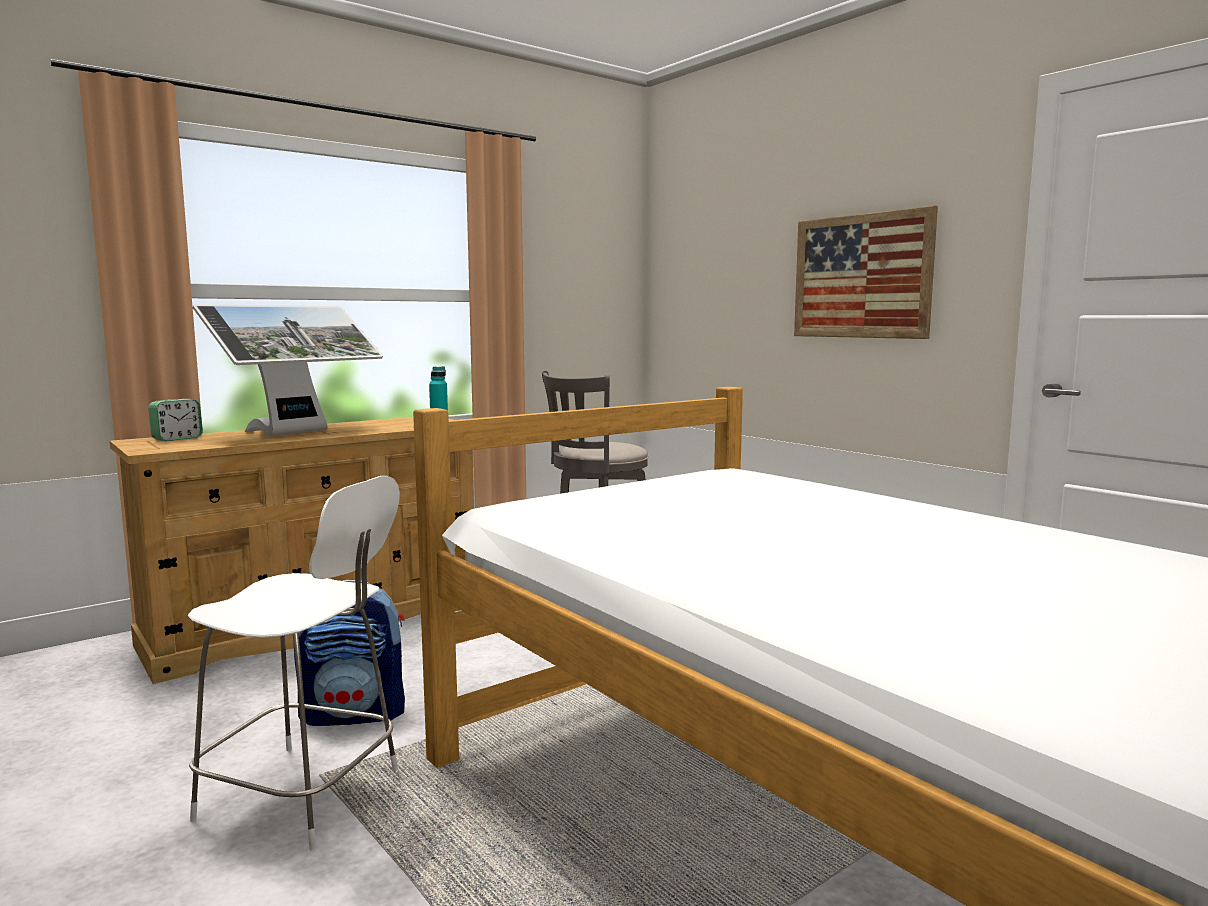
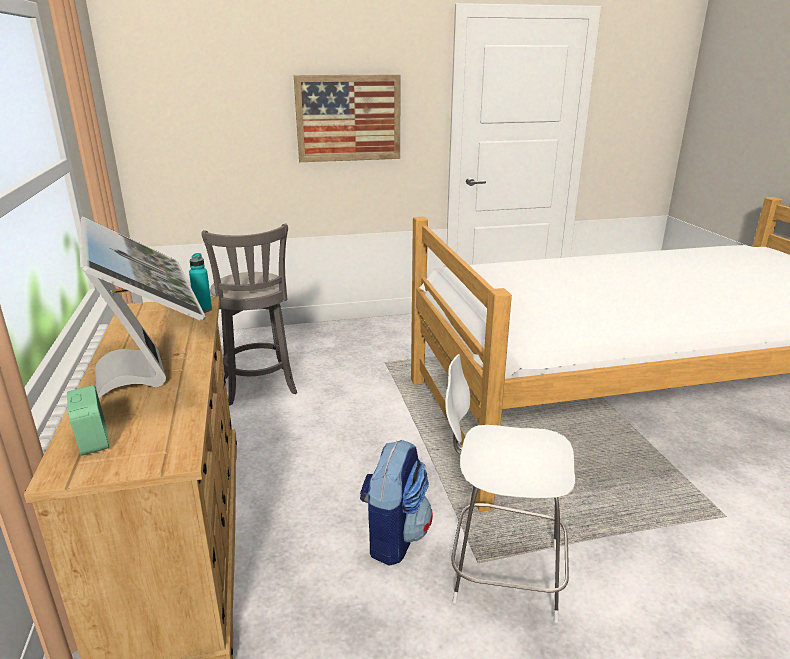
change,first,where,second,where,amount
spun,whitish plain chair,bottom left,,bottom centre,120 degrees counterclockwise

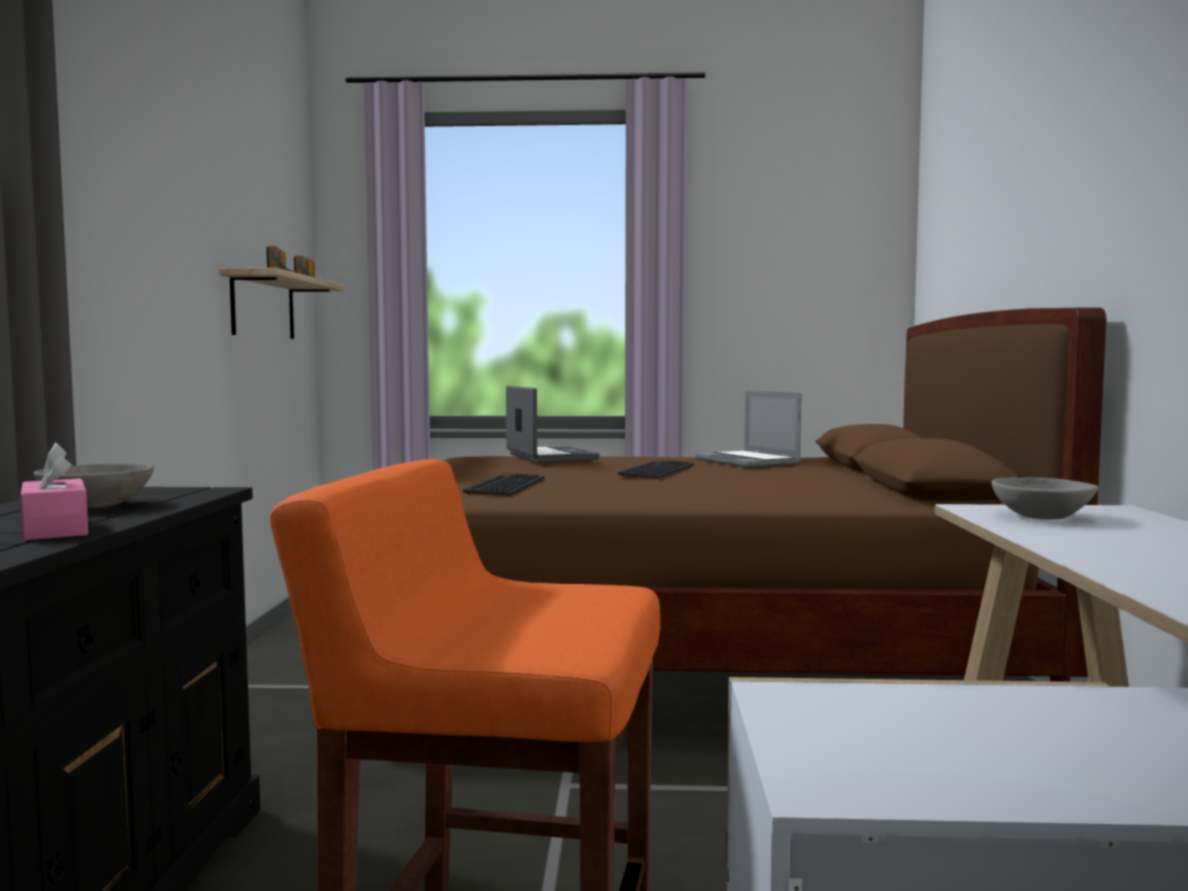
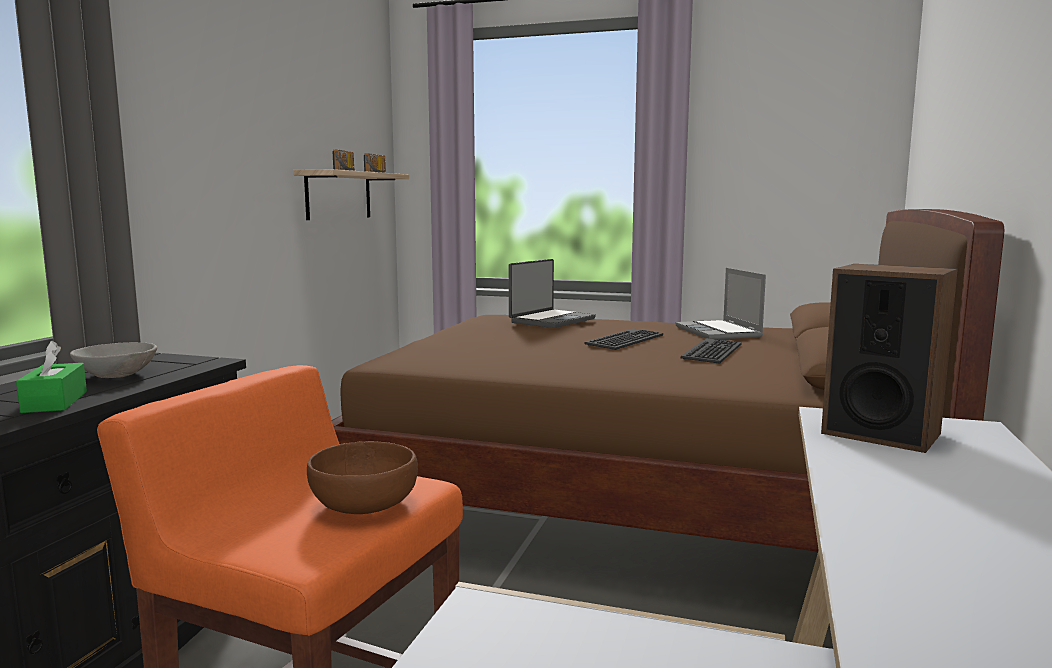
change,first,where,second,where,amount
colour,pink-coloured box of tissues,middle left,green box of tissues,middle left,
appeared,,,brown-coloured bowl,bottom centre,
spun,portable computer (no. 1 from left),centre,,centre,45 degrees clockwise
relocated,PC keyboard (no. 1 from left in the first image),centre,PC keyboard (no. 2 from left),middle right,
exchanged,greyish bowl (no. 2 from left),middle right,loudspeaker,middle right,

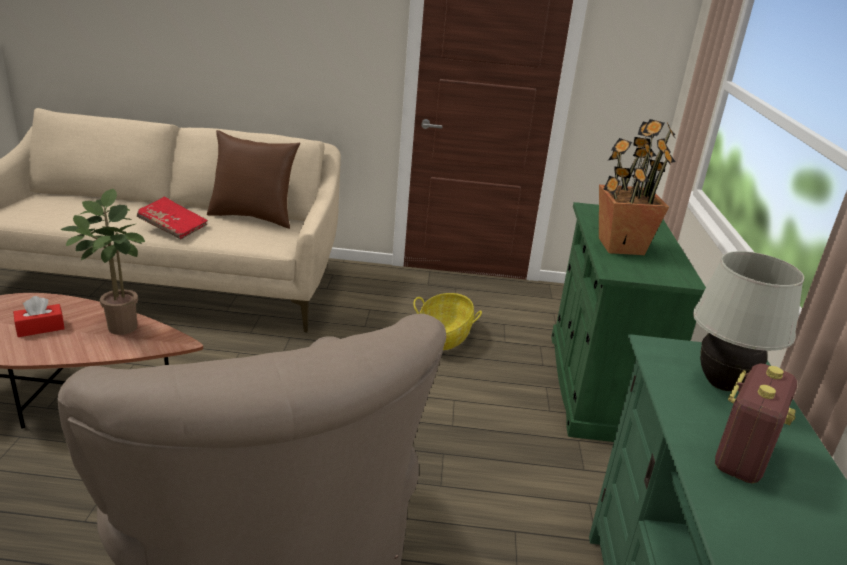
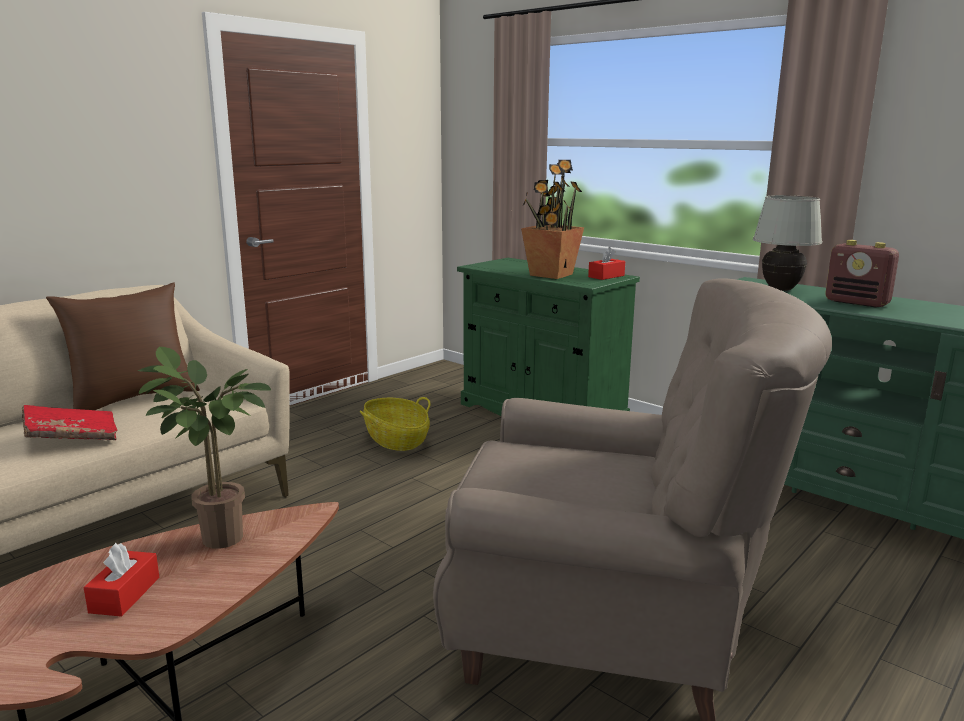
change,first,where,second,where,amount
appeared,,,reddish box of tissues (no. 2 from left),centre,
spun,radio,bottom right,,middle right,150 degrees clockwise

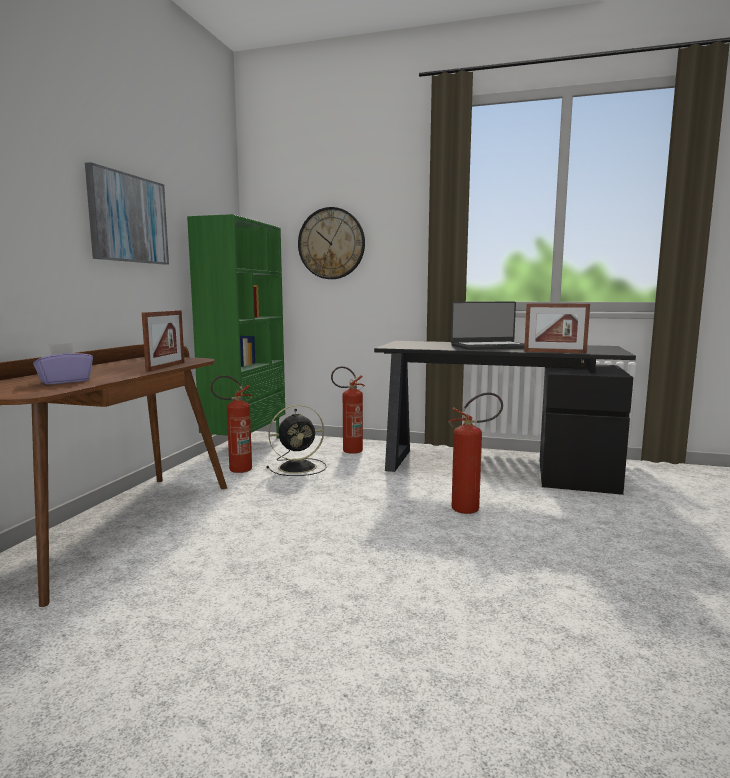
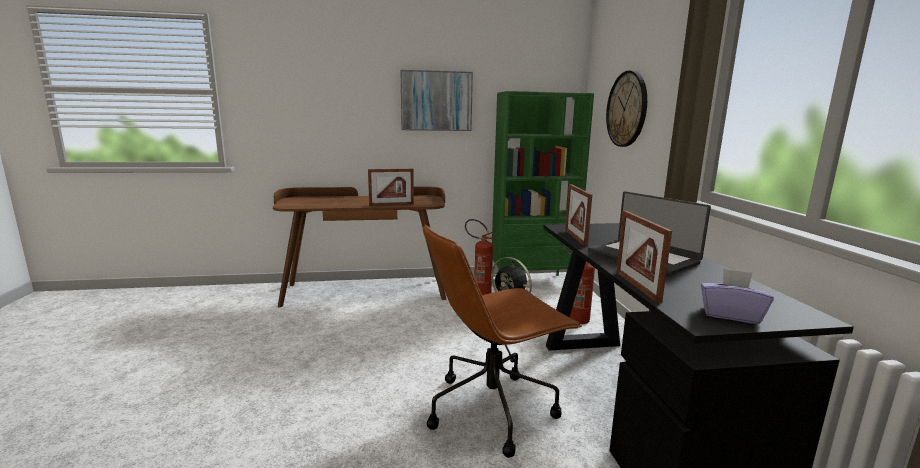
change,first,where,second,where,amount
exchanged,fire-fighting cylinder (no. 3 from left),centre,brown-coloured computer chair,bottom centre,
appeared,,,standing frame (no. 2 from left),centre,
relocated,purple box of tissues,middle left,,middle right,

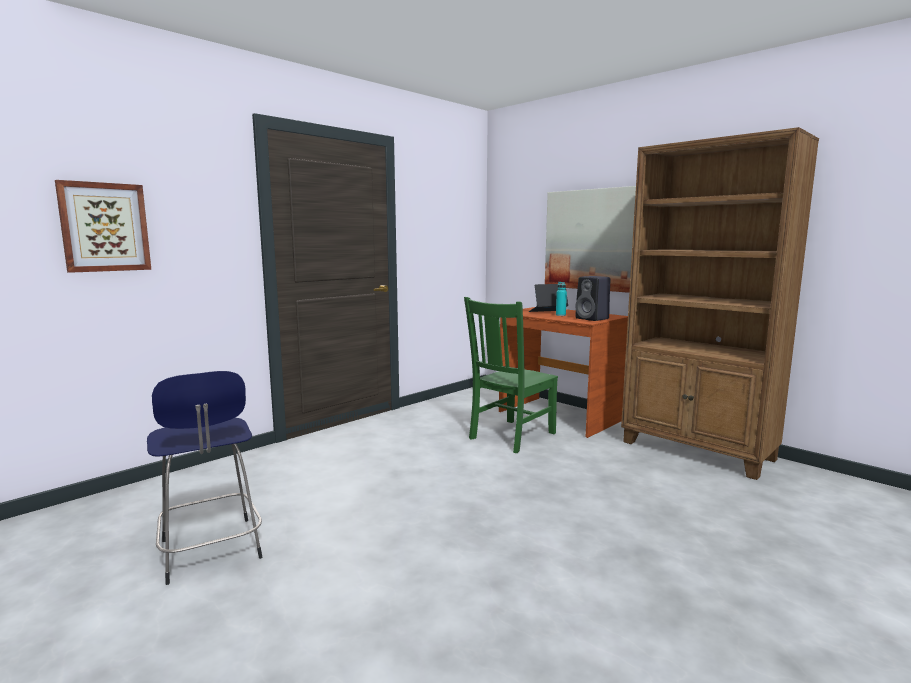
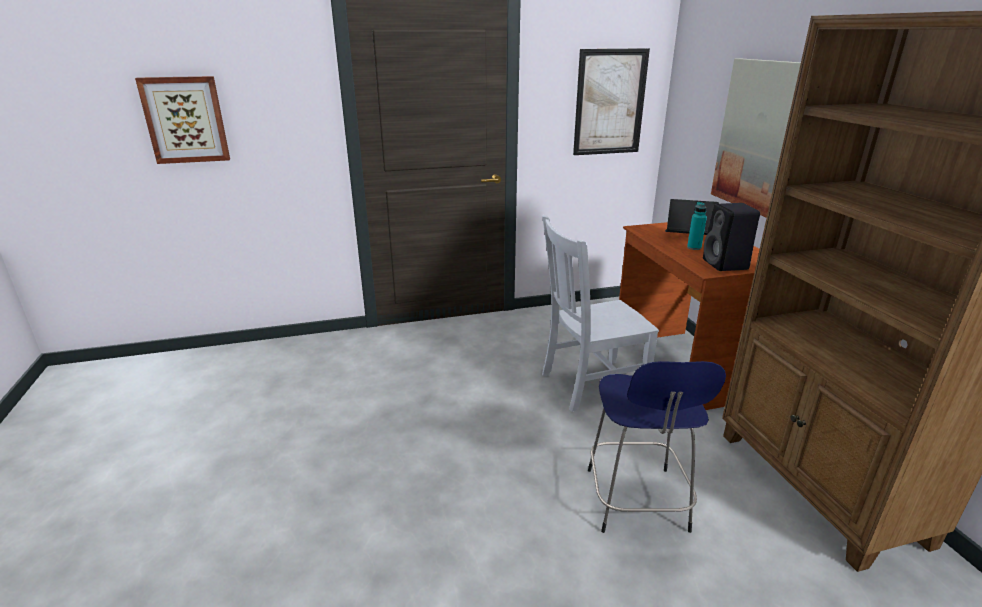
change,first,where,second,where,amount
colour,green plain chair,centre,whitish plain chair,centre,
appeared,,,picture (no. 2 from left),top centre,
relocated,bluish sitting stool,bottom left,,bottom right,

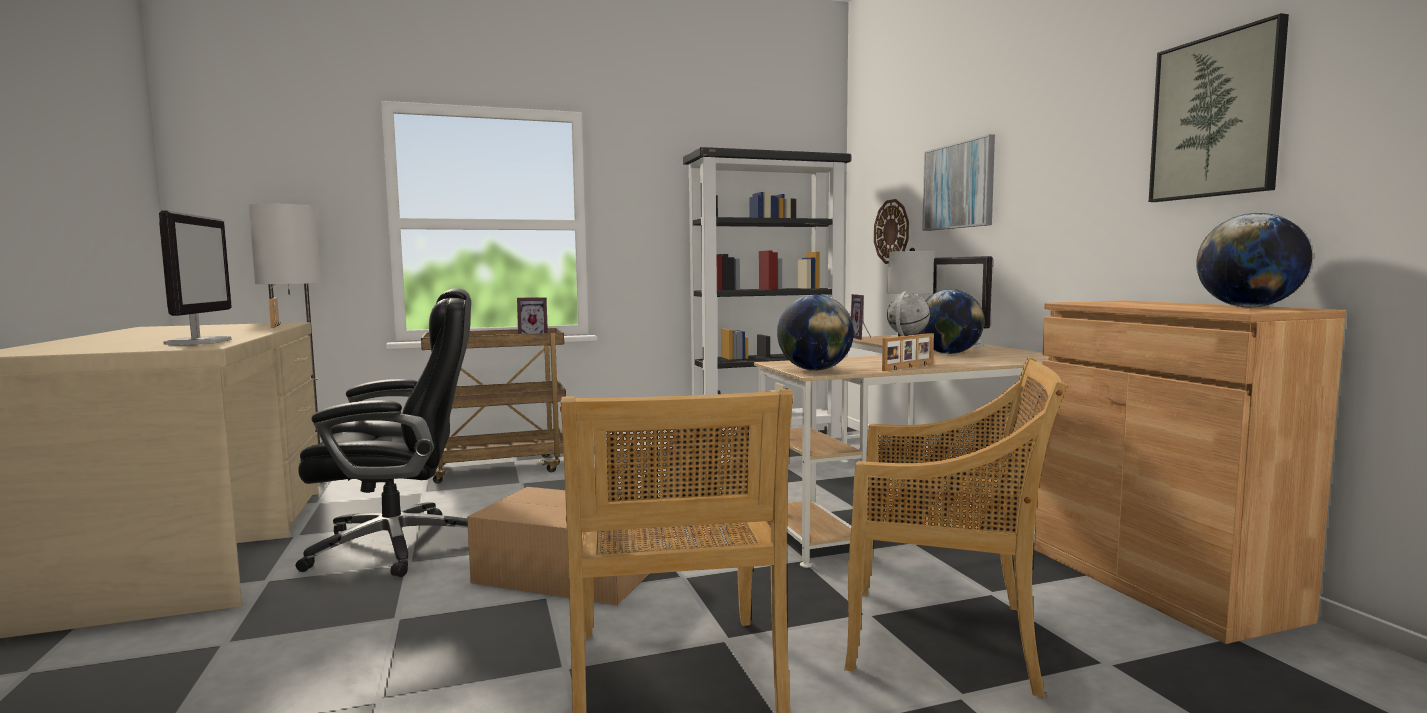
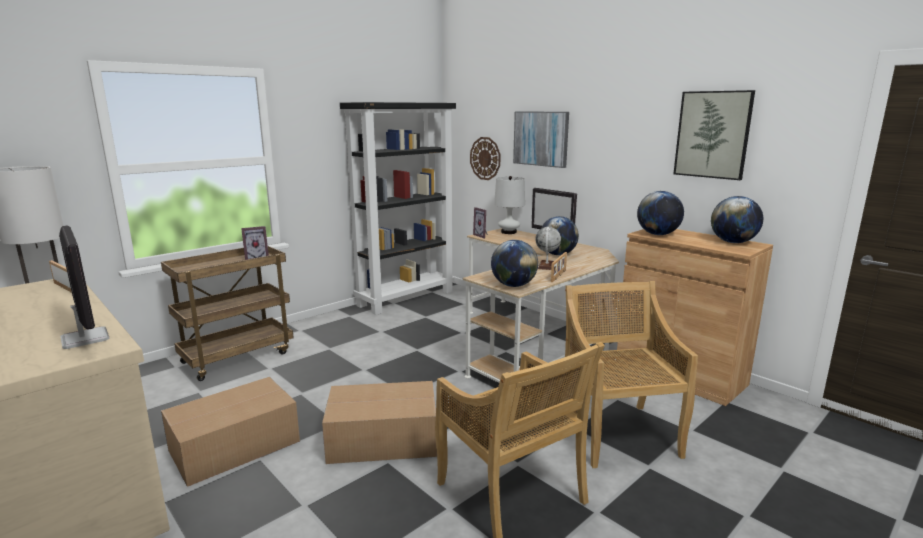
change,first,where,second,where,amount
exchanged,blackish computer chair,middle left,carton (no. 1 from left),bottom left,
spun,beige plain chair (no. 2 from left),bottom right,,bottom right,90 degrees counterclockwise
appeared,,,globe (no. 4 from left),middle right,

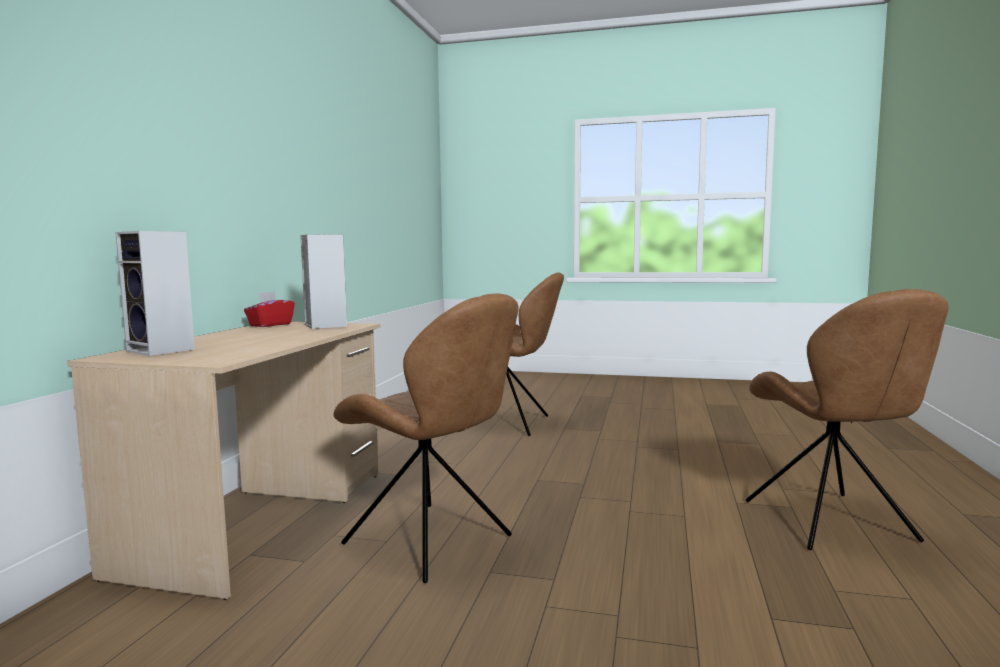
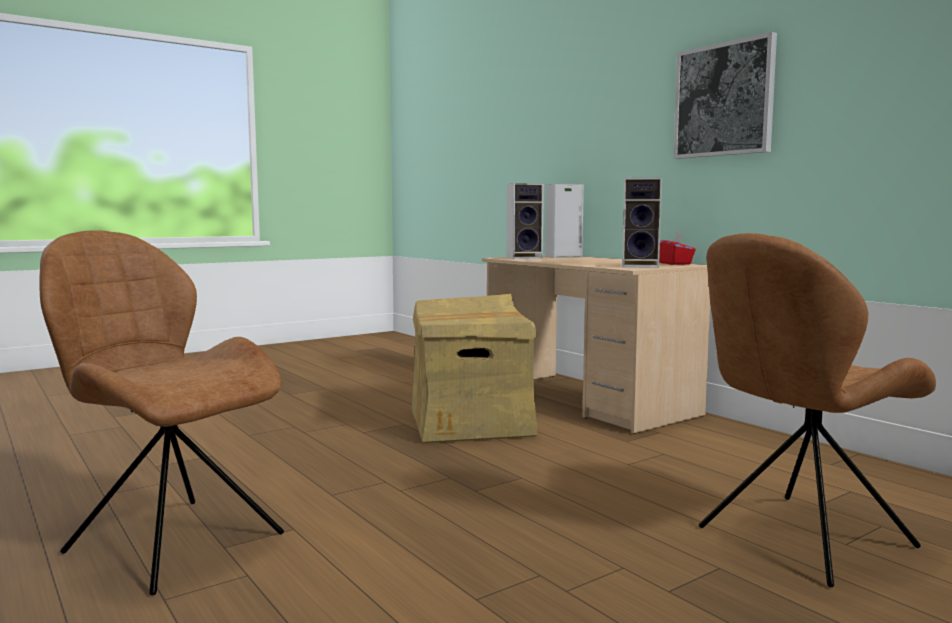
change,first,where,second,where,amount
exchanged,brown-coloured plain chair (no. 1 from left),centre,carton,centre,
appeared,,,loudspeaker (no. 1 from left),centre,
appeared,,,picture,top right,

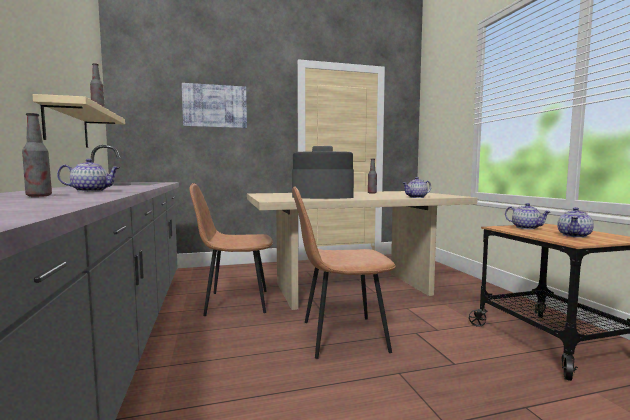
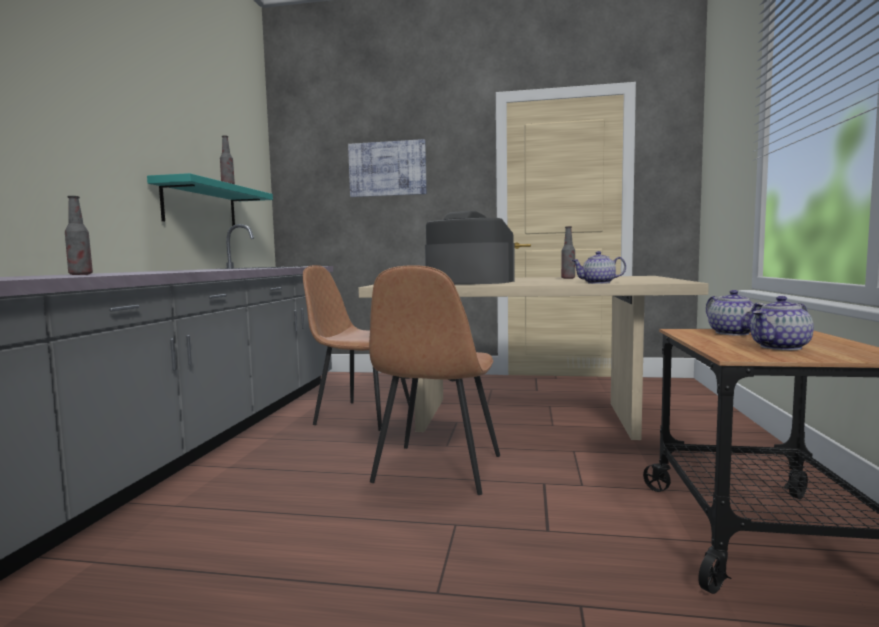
change,first,where,second,where,amount
colour,beige wall shelf,top left,turquoise-coloured wall shelf,top left,
spun,brown-coloured plain chair (no. 2 from left),centre,,centre,90 degrees counterclockwise
missing,teapot (no. 1 from left),middle left,,,

